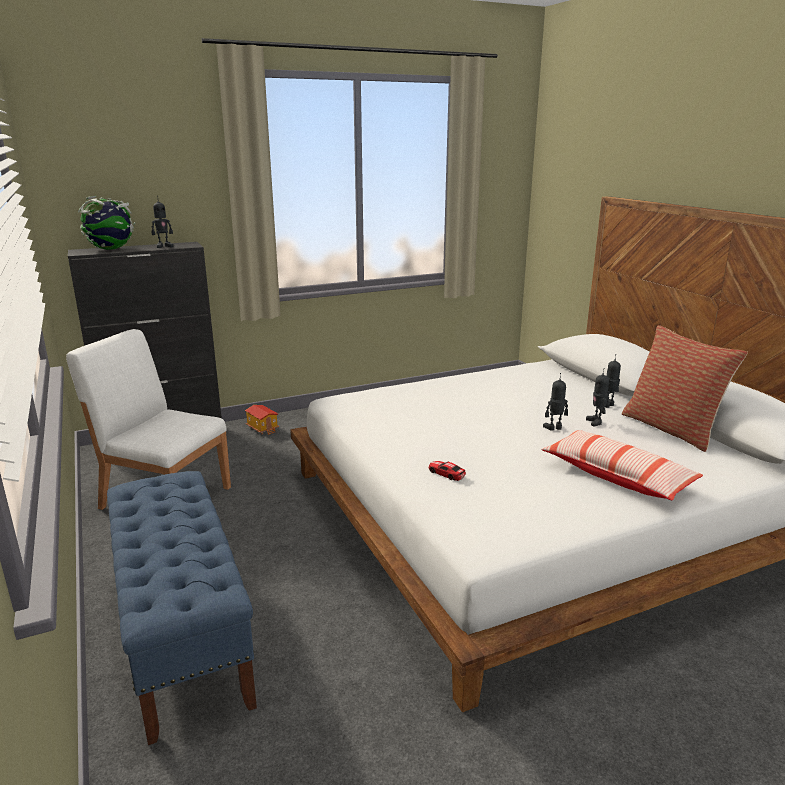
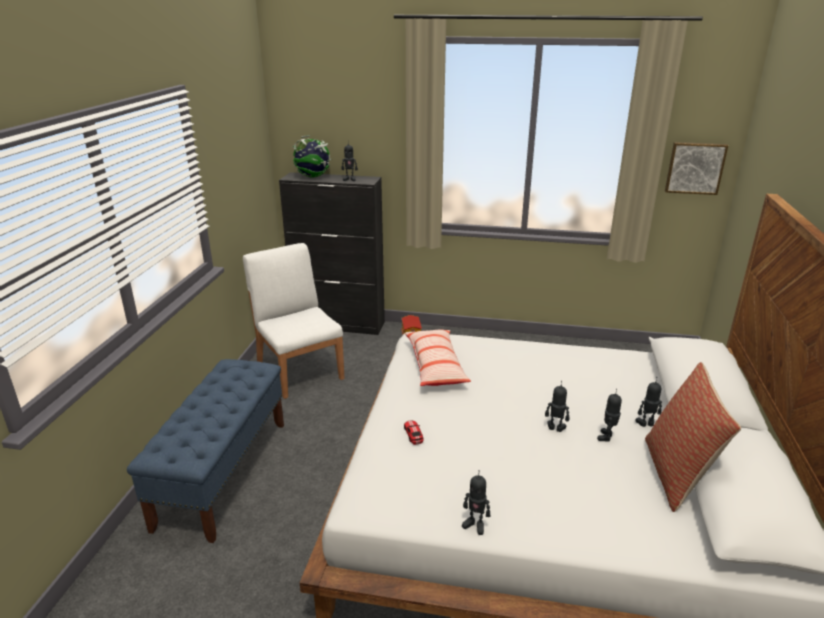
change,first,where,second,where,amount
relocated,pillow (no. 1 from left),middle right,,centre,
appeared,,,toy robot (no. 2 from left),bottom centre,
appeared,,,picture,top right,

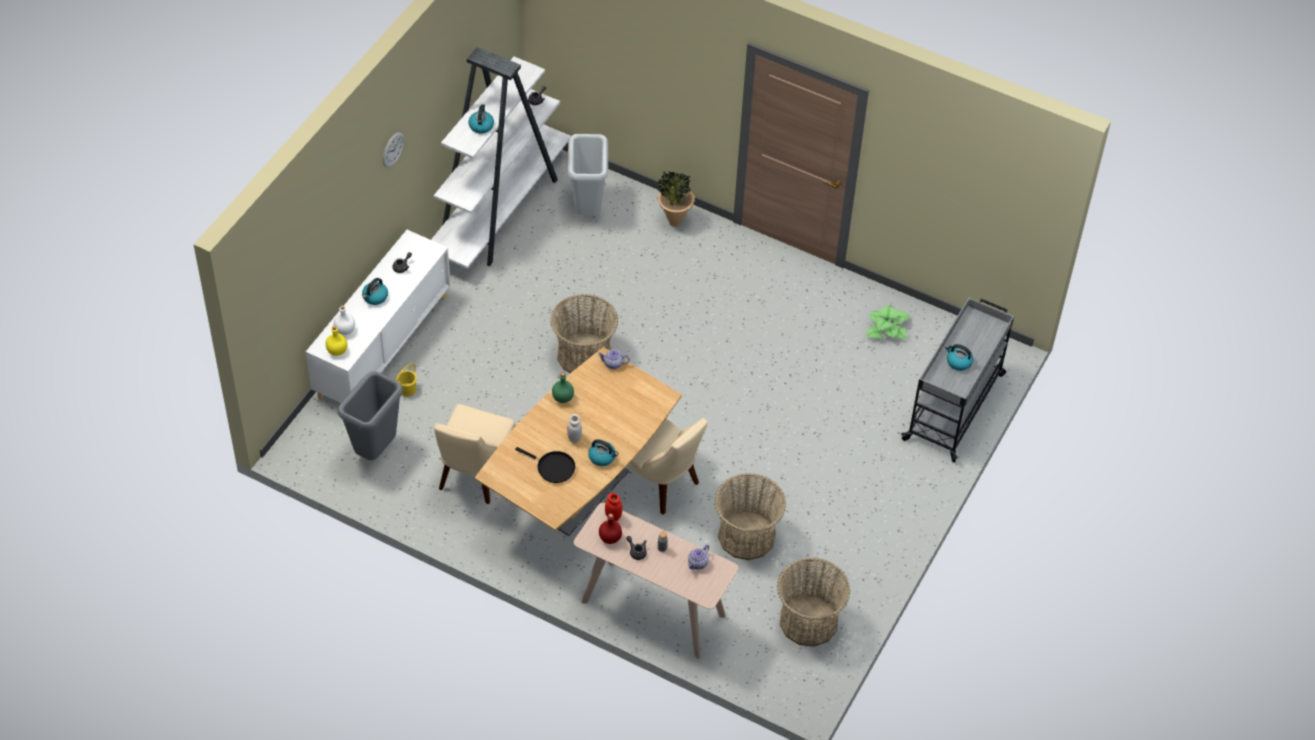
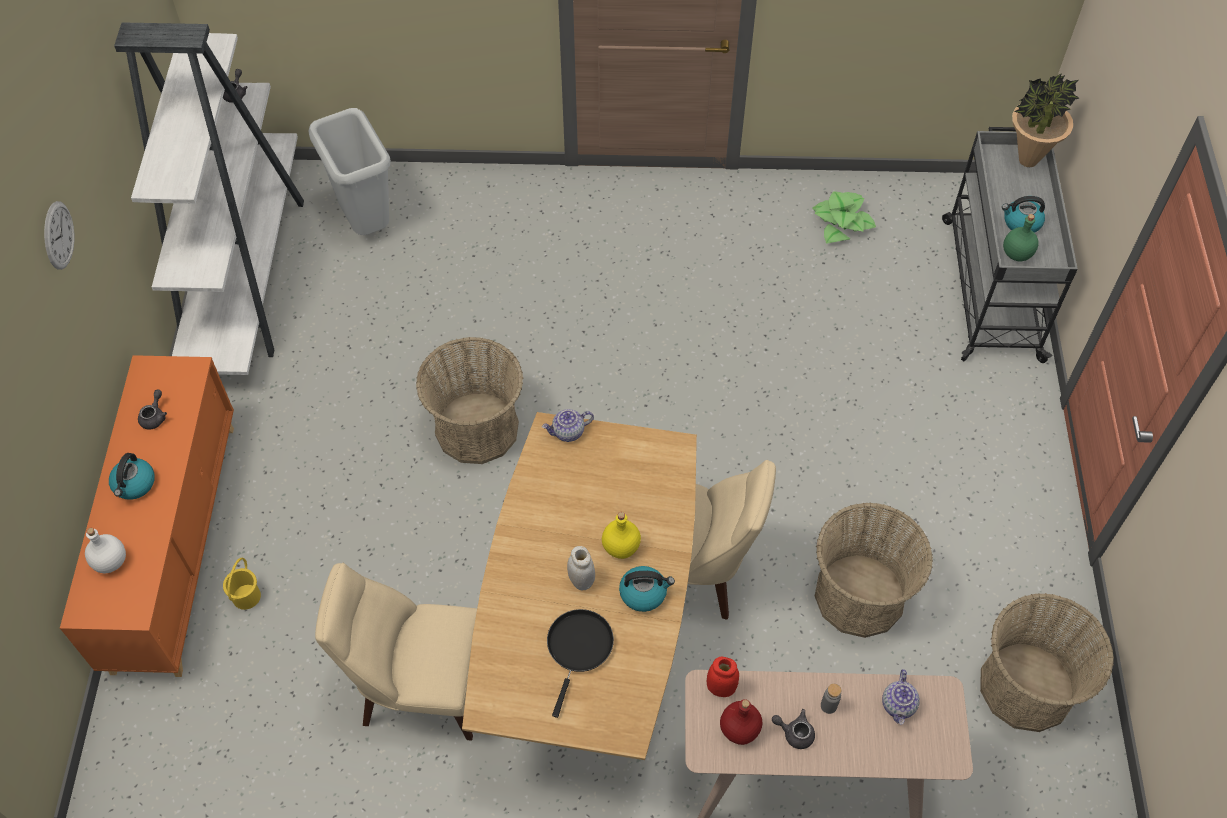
change,first,where,second,where,amount
colour,whitish cupboard,middle left,orange-coloured cupboard,middle left,
spun,beige plain chair (no. 1 from left),centre,,bottom left,105 degrees clockwise
spun,blackish pan,centre,,bottom centre,75 degrees counterclockwise
relocated,yellow-coloured beverage bottle,middle left,,centre,
relocated,green beverage bottle,centre,,top right,
relocated,houseplant (no. 1 from left in the first image),top centre,houseplant (no. 2 from left),top right,
missing,greyish waste bin (no. 1 from left),middle left,,,
missing,water kettle (no. 2 from left),top centre,,,

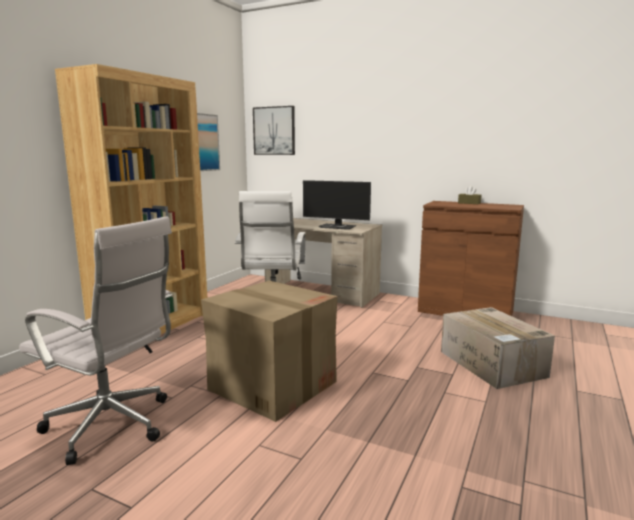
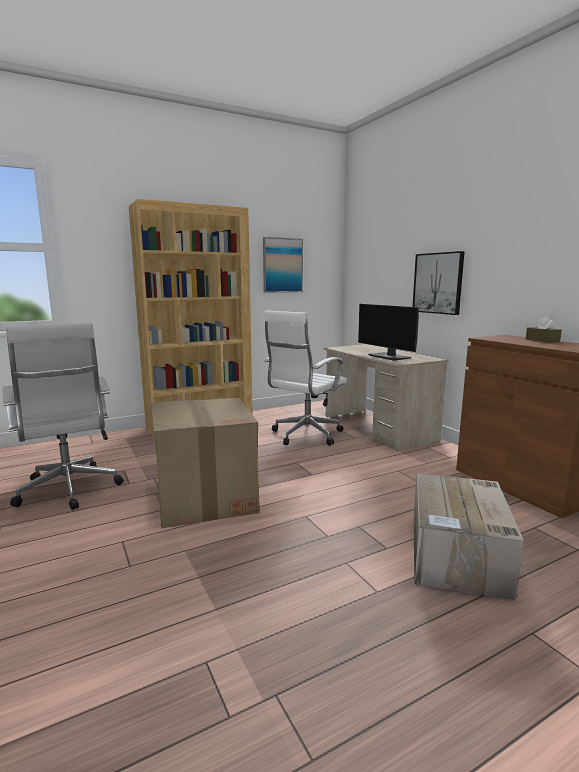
change,first,where,second,where,amount
relocated,picture (no. 2 from left),top centre,,middle right,

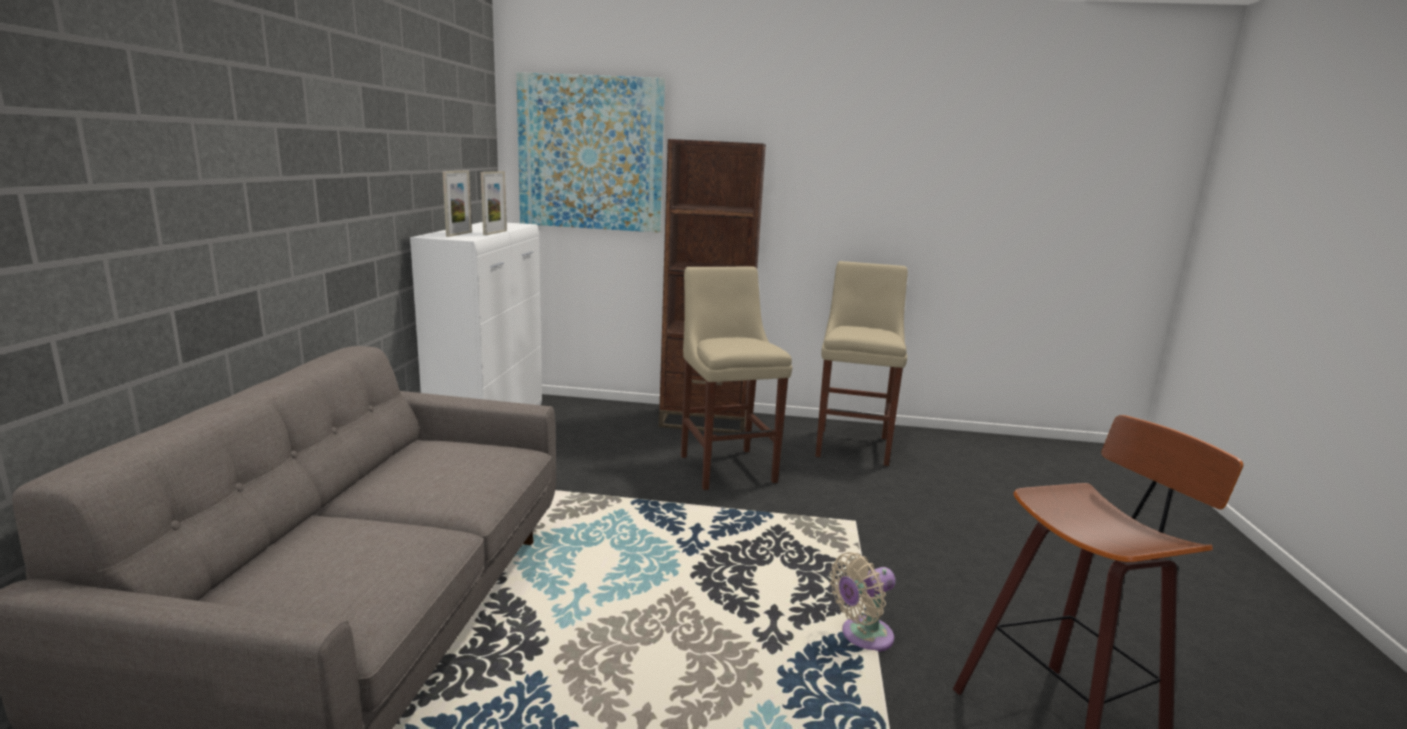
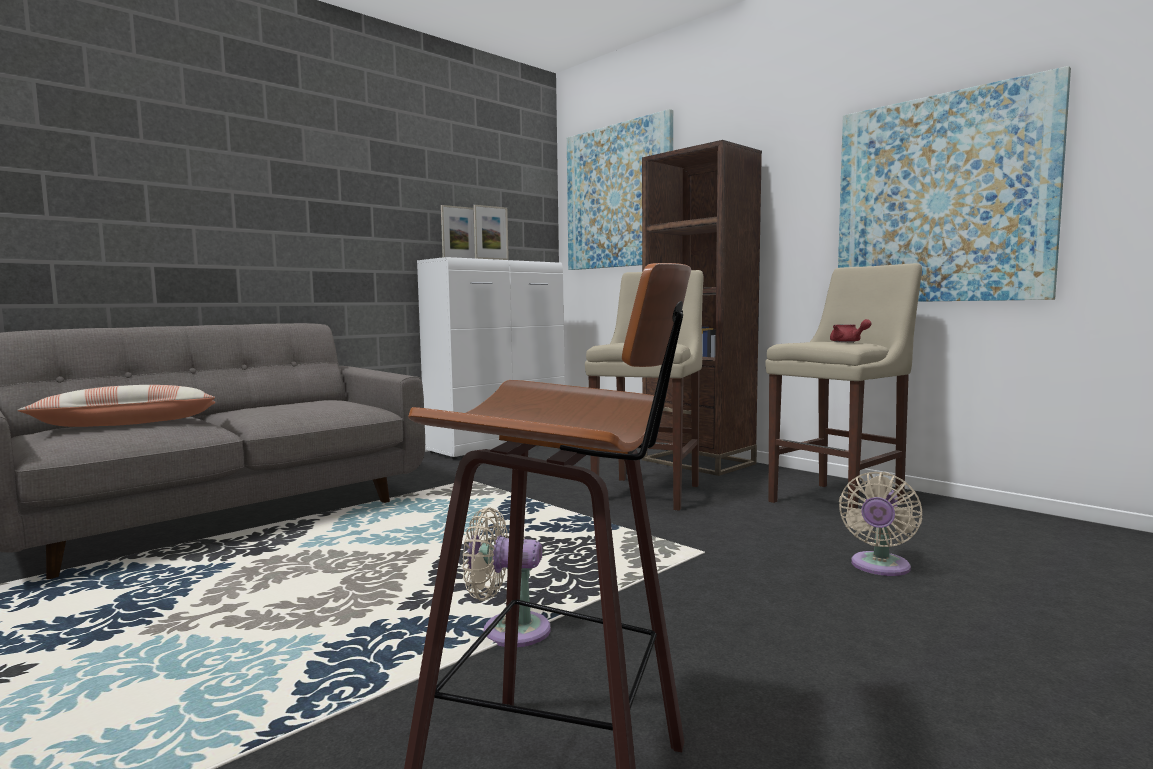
change,first,where,second,where,amount
appeared,,,pillow,middle left,
appeared,,,reddish teapot,middle right,
appeared,,,picture (no. 2 from left),top right,
appeared,,,beige electric fan (no. 2 from left),bottom right,

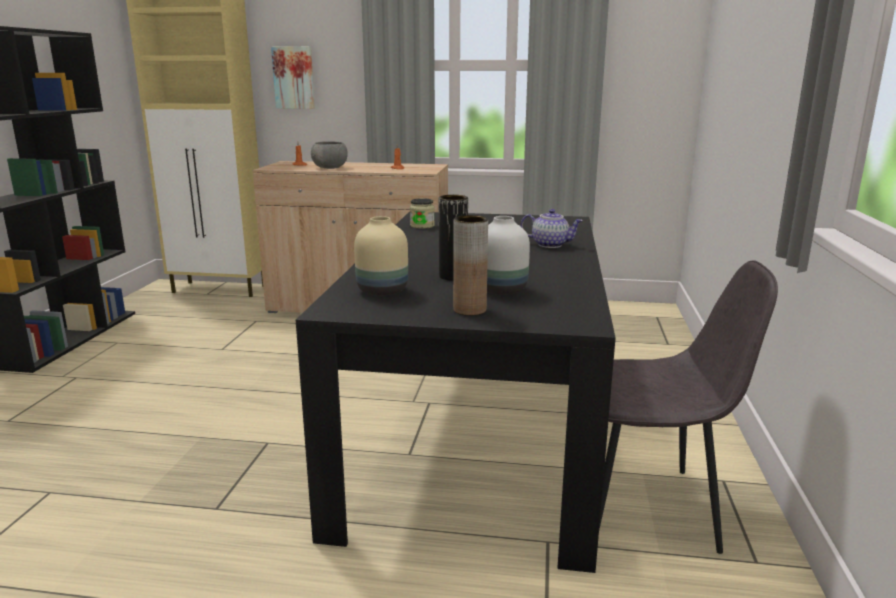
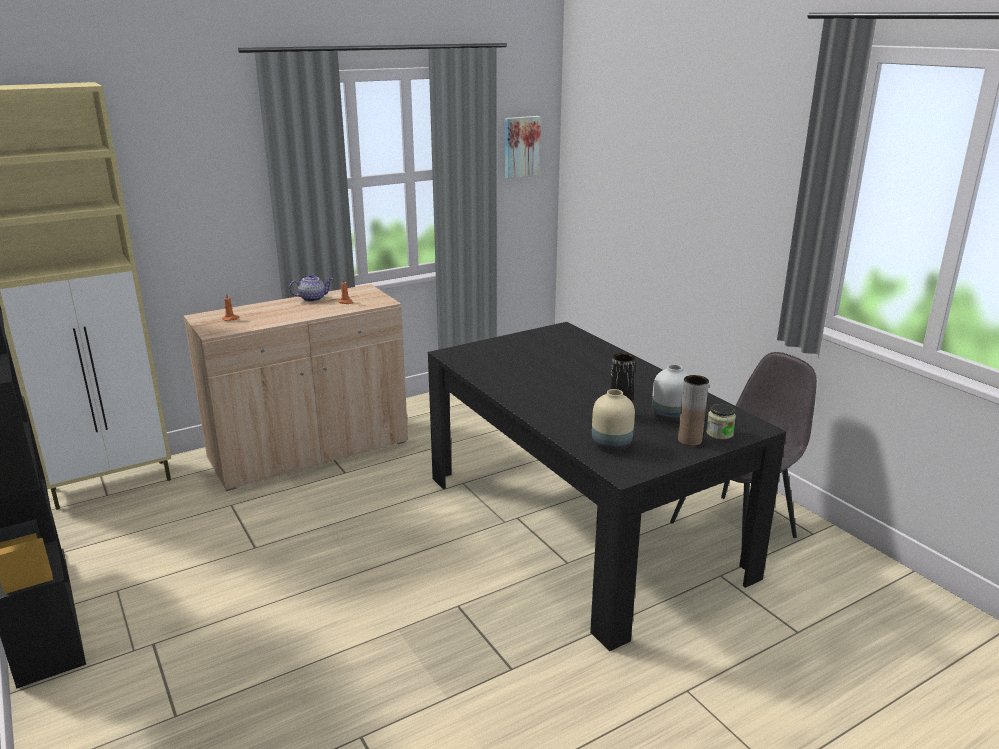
change,first,where,second,where,amount
relocated,teapot,centre,,middle left,
relocated,picture,top left,,top centre,
relocated,preserve jar,centre,,middle right,
missing,greyish bowl,top centre,,,

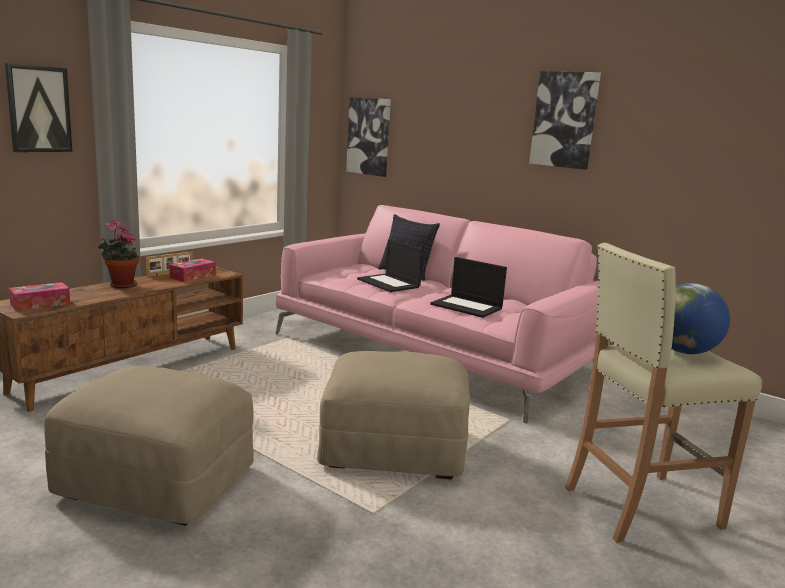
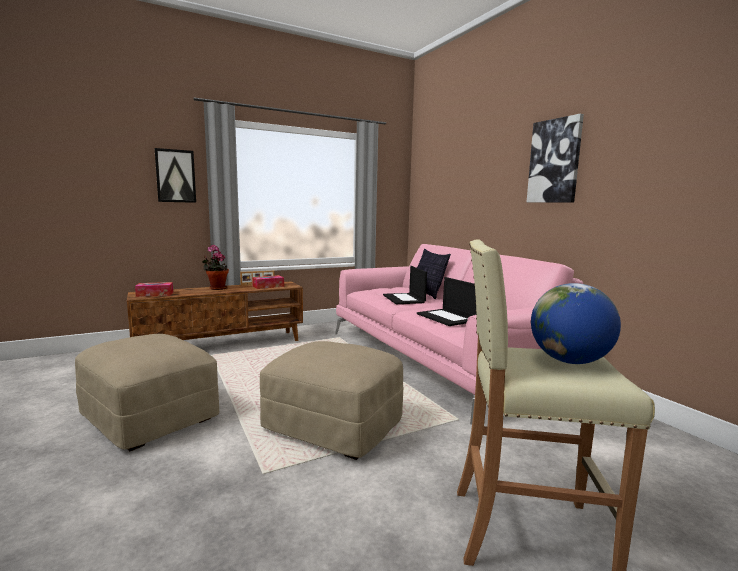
change,first,where,second,where,amount
missing,picture (no. 2 from left),top centre,,,

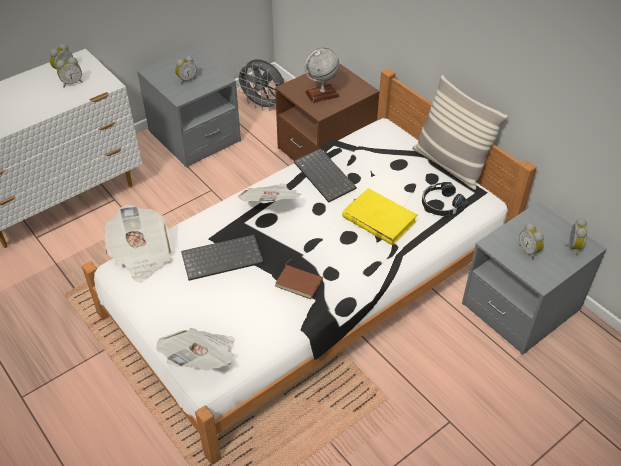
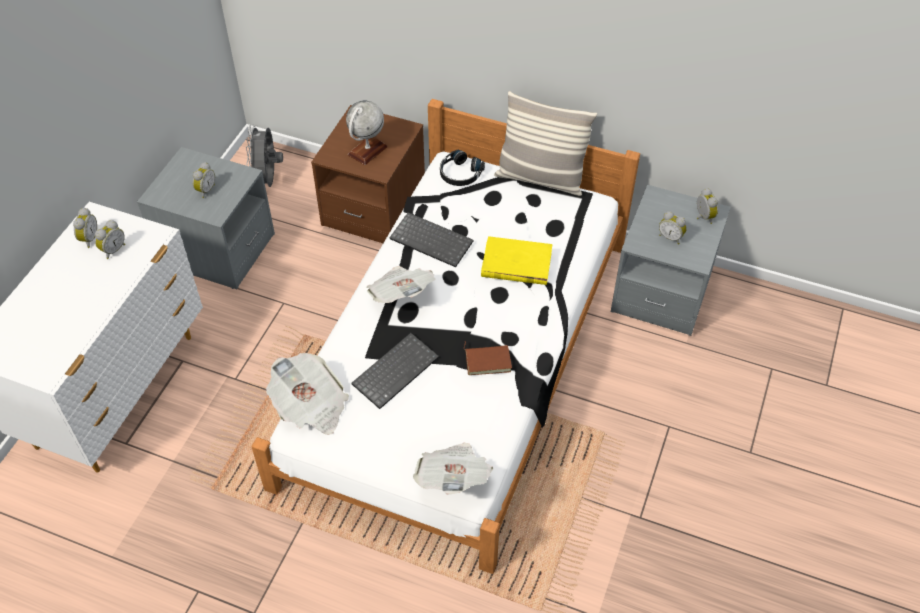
change,first,where,second,where,amount
spun,greyish electric fan,top centre,,top left,90 degrees clockwise
relocated,blackish headphones,middle right,,top centre,

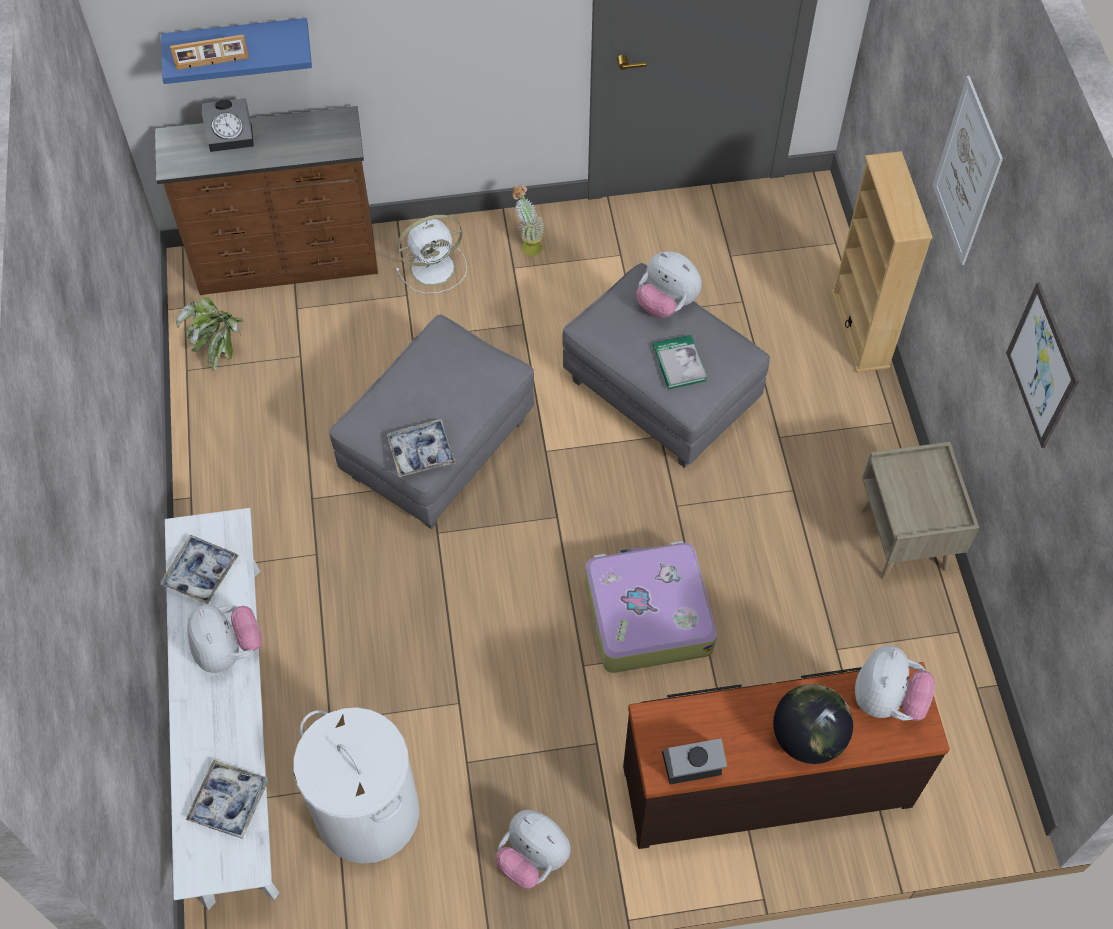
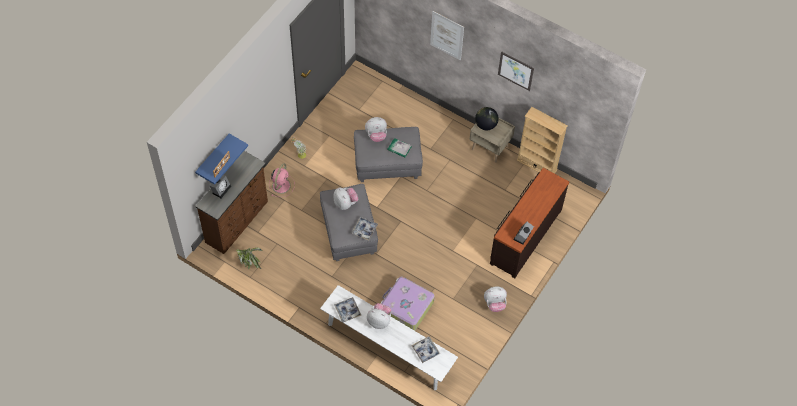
change,first,where,second,where,amount
colour,whitish electric fan,top centre,pink-coloured electric fan,centre,
relocated,cuddly toy (no. 4 from left in the first image),bottom right,cuddly toy (no. 1 from left),centre,
relocated,piece of luggage,centre,,bottom centre,
relocated,globe,bottom right,,top centre,
relocated,beige shelving unit,top right,,middle right,
missing,whitish laundry basket,bottom left,,,

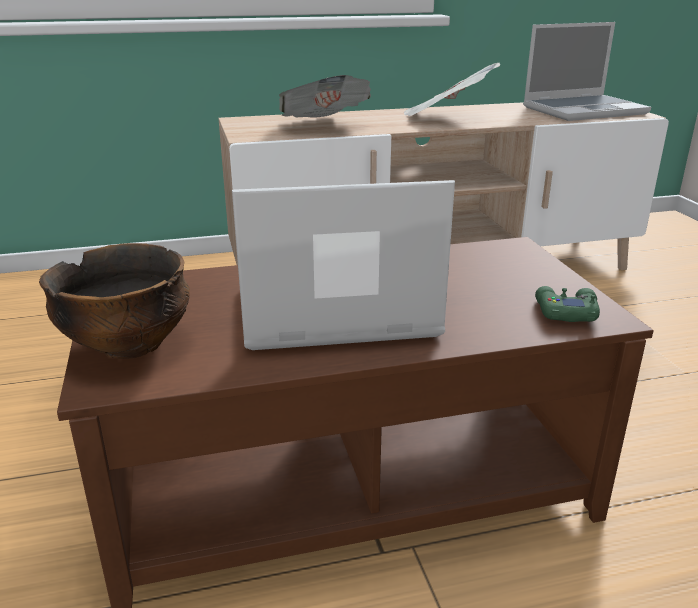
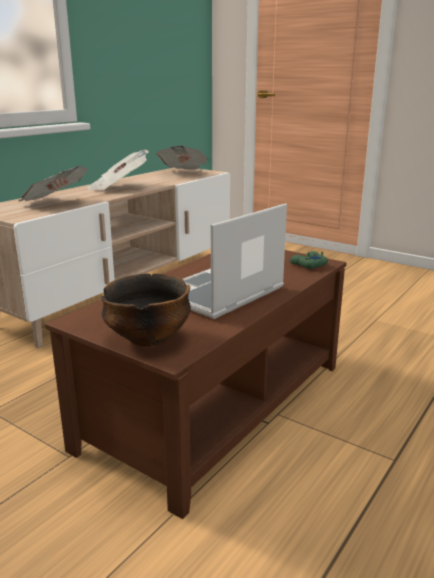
change,first,where,second,where,amount
exchanged,portable computer (no. 2 from left),top right,printed paper (no. 3 from left),top centre,

